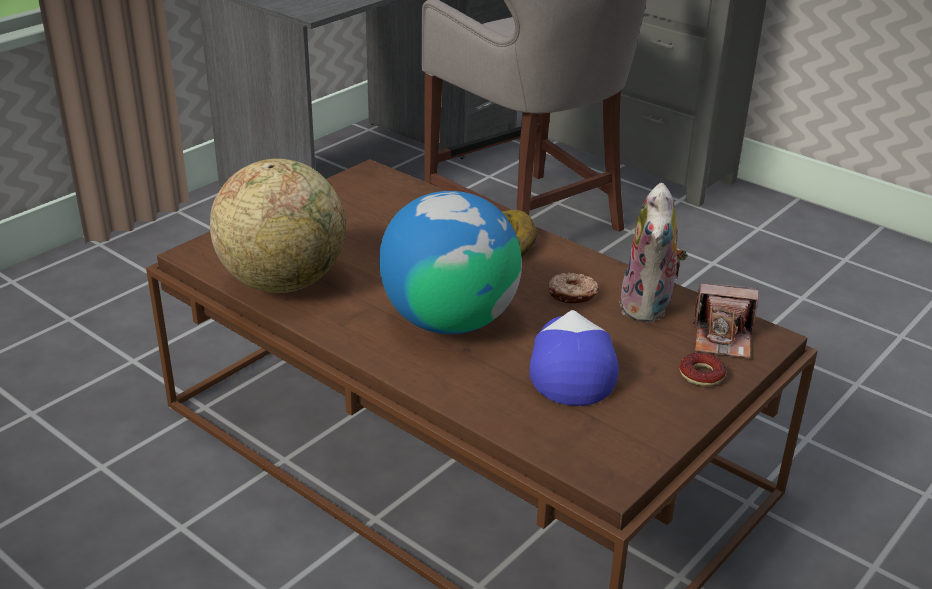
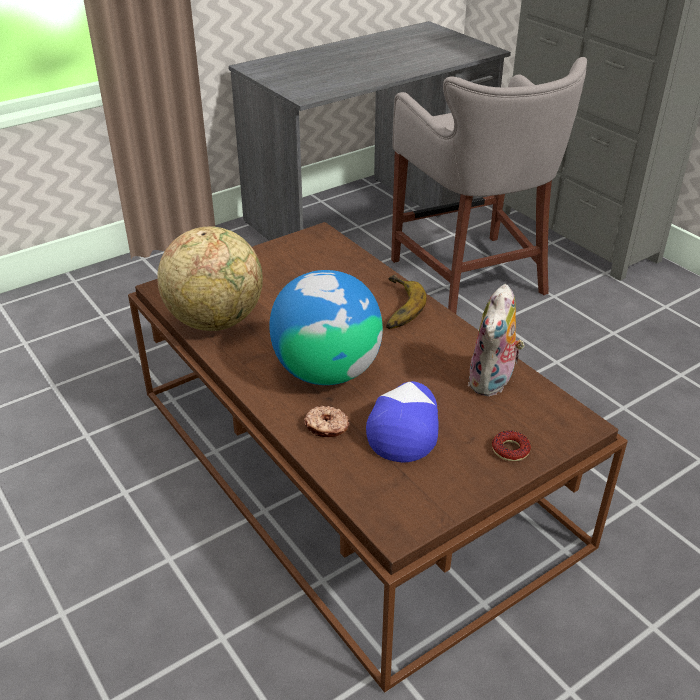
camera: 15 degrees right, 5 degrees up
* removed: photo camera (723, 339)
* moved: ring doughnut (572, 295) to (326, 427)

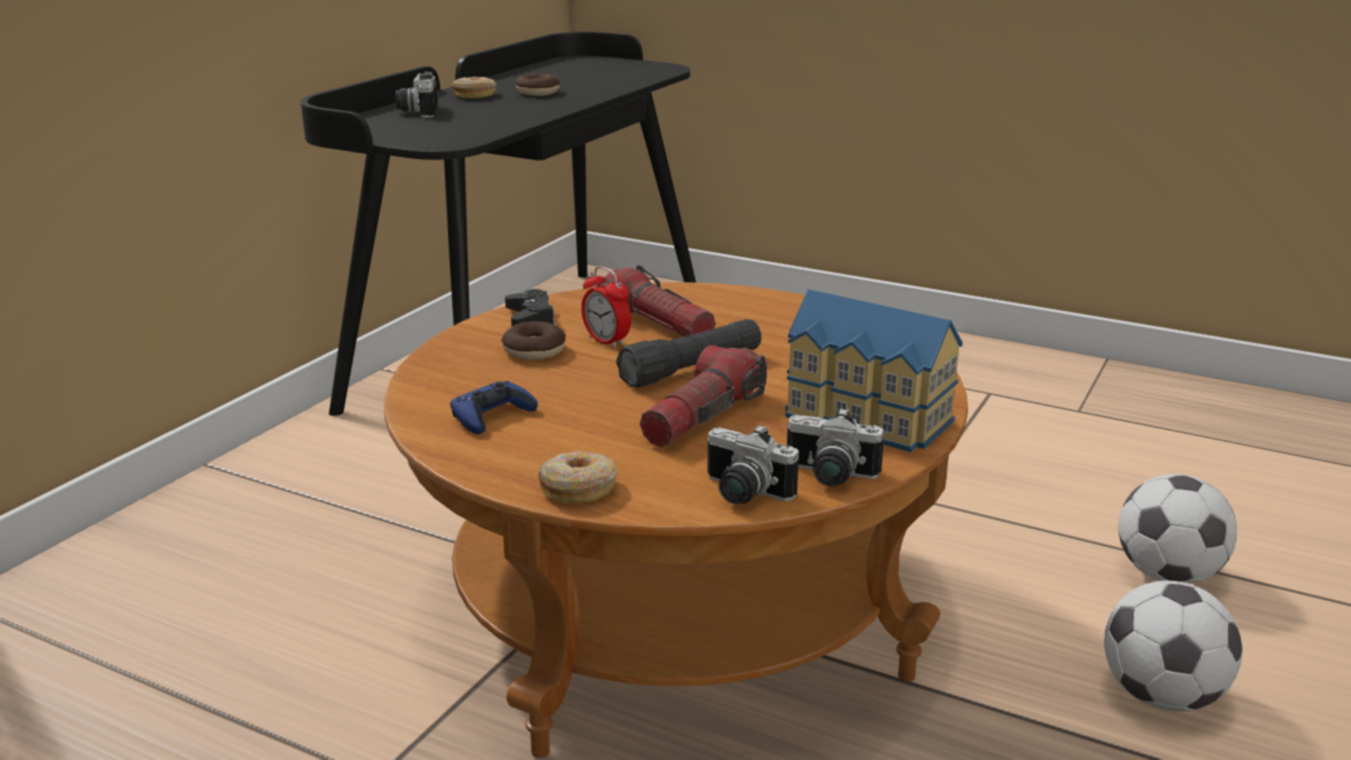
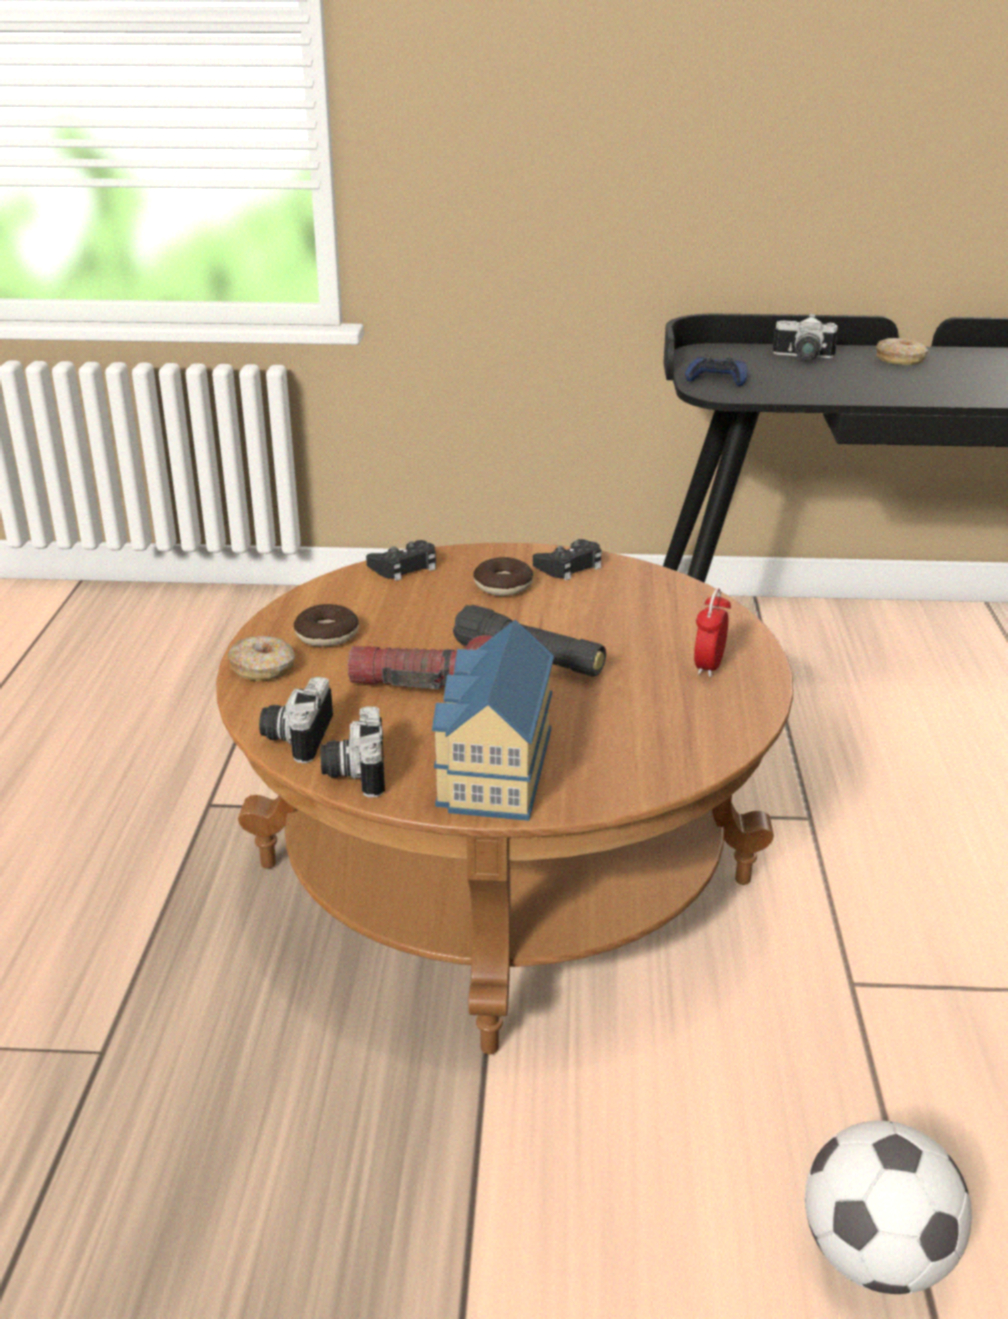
camera: 65 degrees right, 5 degrees up
* removed: hand torch (656, 324)
* removed: football (1161, 697)
* added: game controller/black-coloured (405, 567)
* moved: game controller/blue-coloured (492, 416) to (717, 379)
* moved: ring doughnut (538, 92) to (327, 635)
* moved: table clock (606, 341) to (709, 666)
* turned: photo camera (417, 111) = (802, 358) 135 degrees counterclockwise

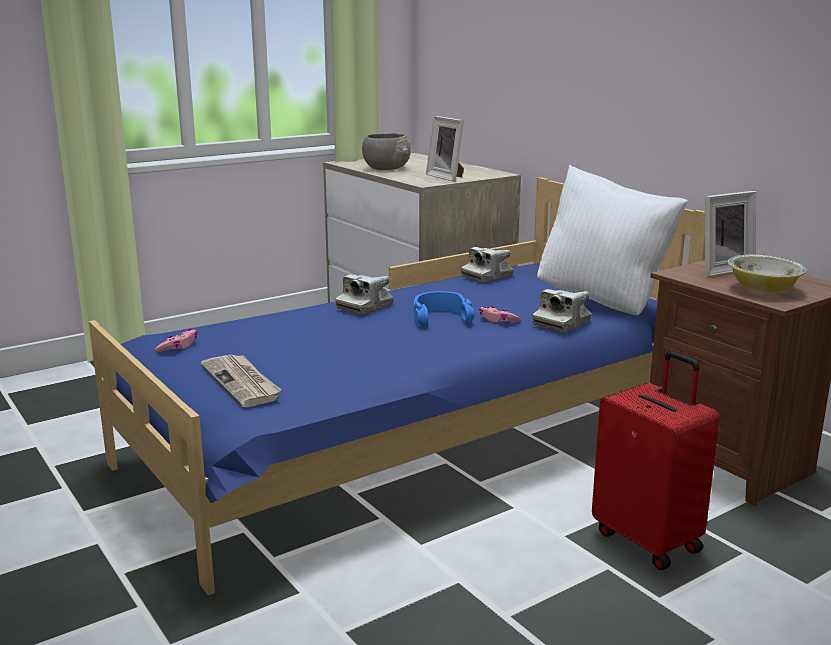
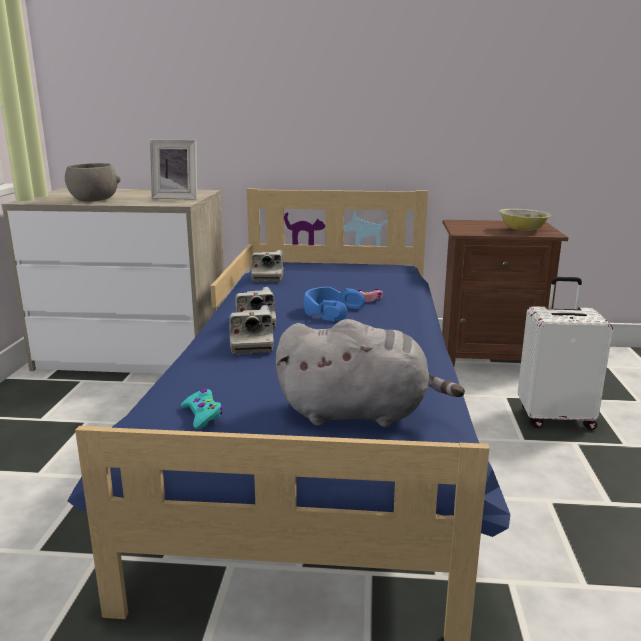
camera: 50 degrees left, 0 degrees up
* removed: pillow/whitish (603, 302)
* removed: photo frame (721, 269)
* moved: photo camera (562, 323) to (251, 345)
* replaced: printed paper (242, 383) to soft toy/grey (359, 413)
* recoloured: game controller/pinkish (178, 346) to game controller/blue-green (202, 415)
* recoloured: piece of luggage/red-coloured (648, 540) to piece of luggage/whitish (555, 417)

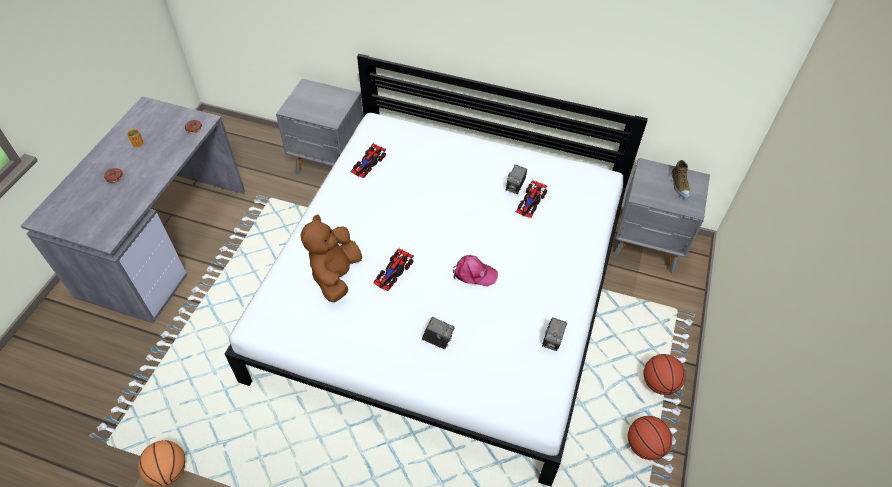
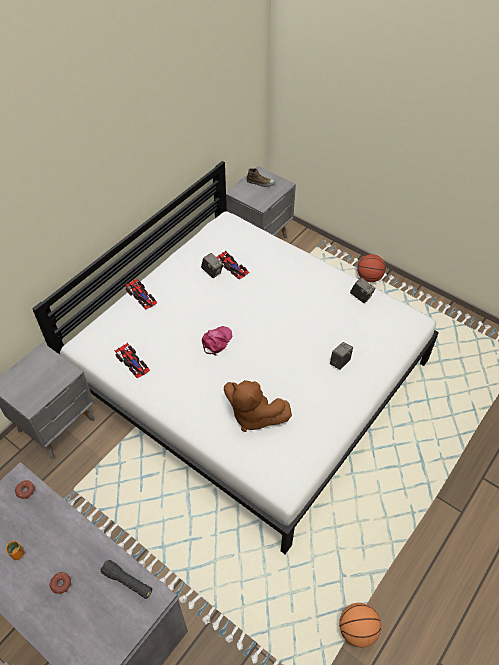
camera: 70 degrees left, 0 degrees up
* removed: basketball (644, 446)
* added: hand torch/black-coloured (127, 582)
* moved: model car (393, 272) to (141, 296)
* moved: baseball cap/pinkish (474, 274) to (216, 341)

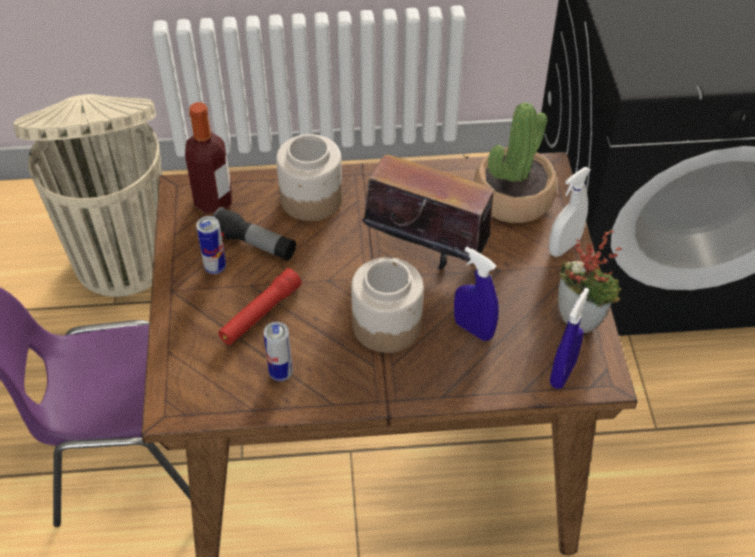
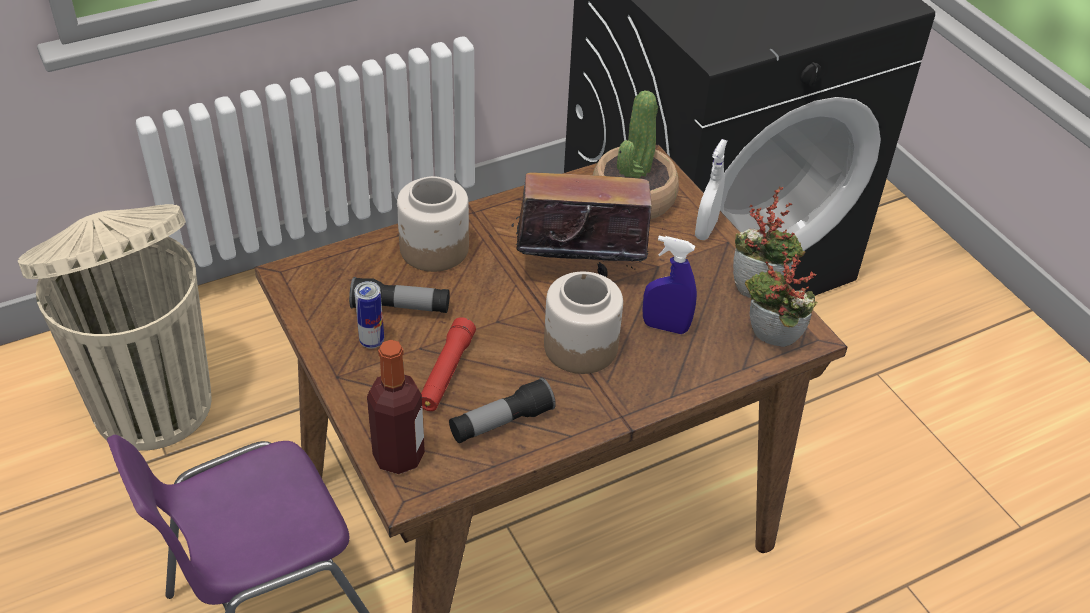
camera: 25 degrees left, 5 degrees down
* moved: beverage bottle (213, 201) to (399, 456)
* replaced: can (281, 373) to hand torch (501, 423)
* replaced: hand sprayer/blue-coloured (562, 373) to potted plant (769, 342)

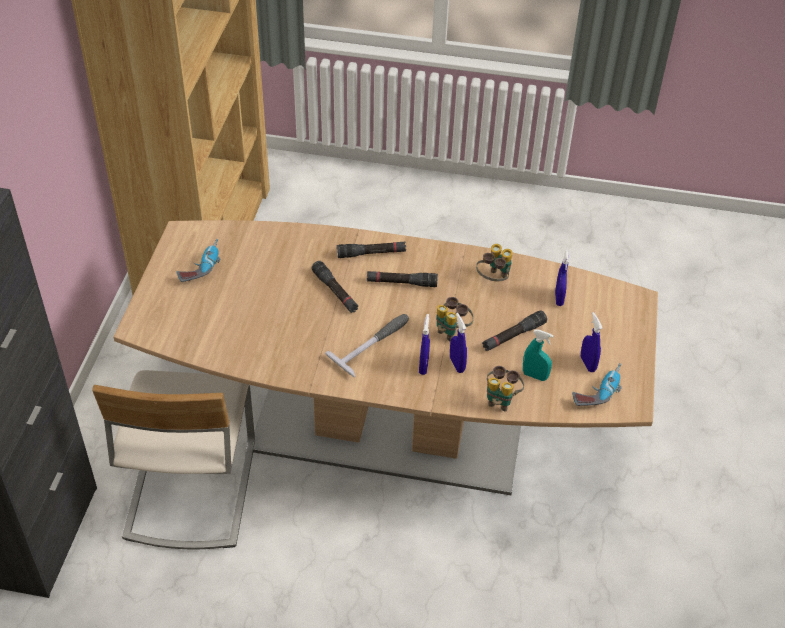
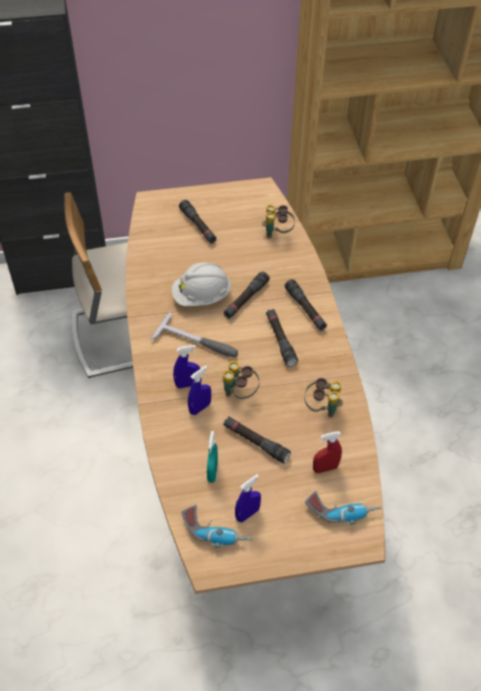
camera: 70 degrees right, 5 degrees up
* added: safety helmet/whitish (201, 296)
* added: hand torch/black-coloured (198, 226)
* moved: electric drill (201, 266) to (342, 510)
* moved: pair of binoculars (501, 399) to (277, 233)
* recoloured: hand sprayer/blue-coloured (559, 298) to hand sprayer/red-coloured (325, 468)

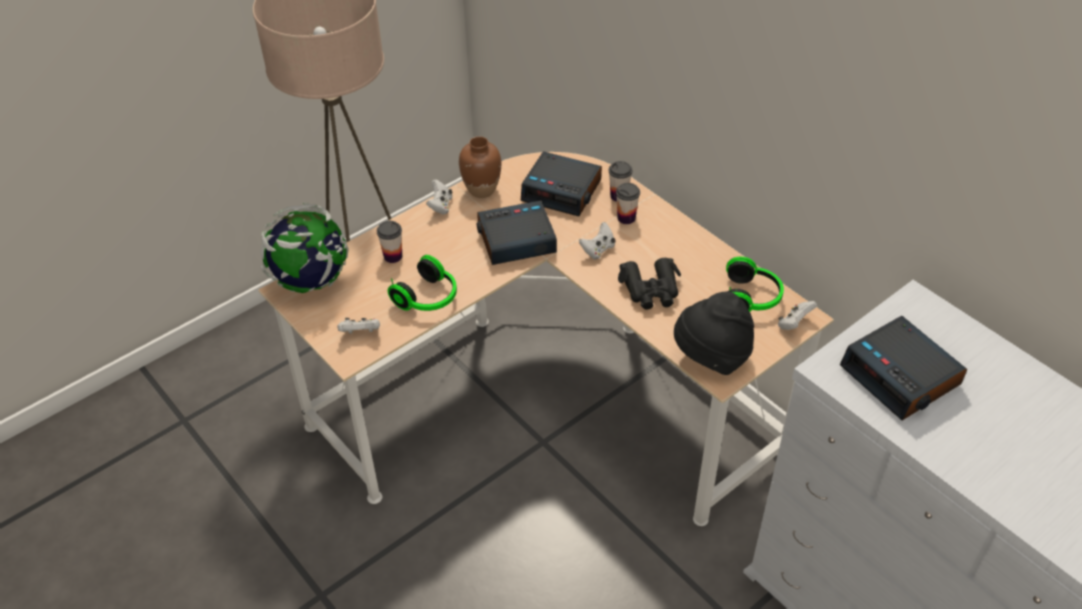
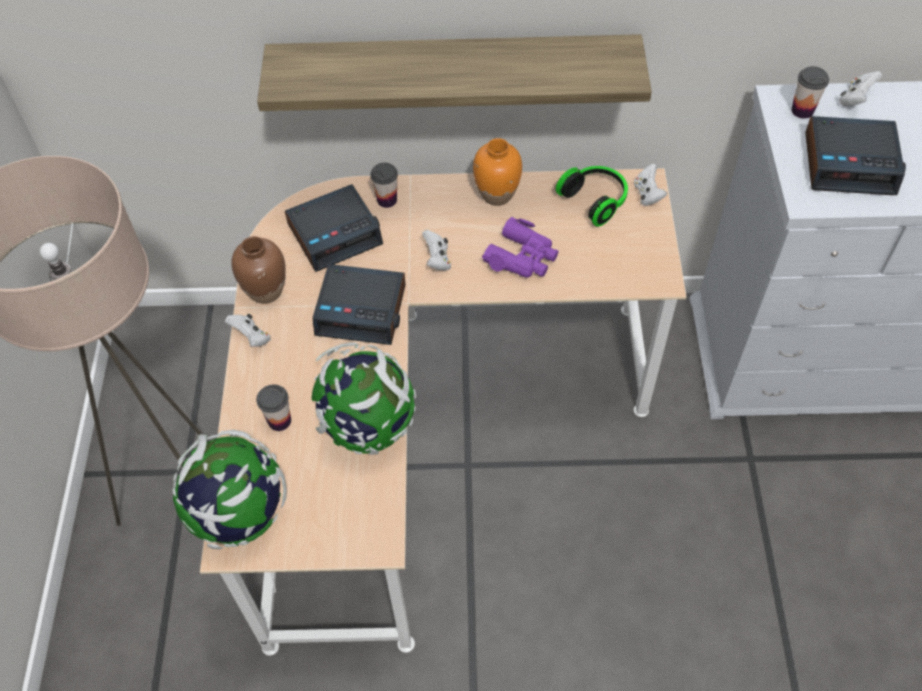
camera: 50 degrees left, 10 degrees up
* removed: clothing hat/black-coloured (711, 357)
* added: shelf (454, 70)
* added: vase/orange-coloured (497, 195)
* moved: game controller/whitish (361, 333) to (855, 99)
* moved: small cup (626, 218) to (802, 110)
* replaced: headset (428, 298) to globe (367, 427)
* recoloured: pair of binoculars/black-coloured (651, 290) to pair of binoculars/purple-coloured (522, 257)
* turned: table clock (516, 240) = (362, 310) 105 degrees counterclockwise

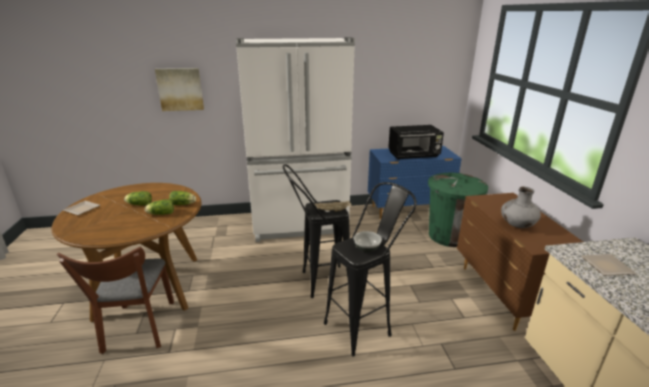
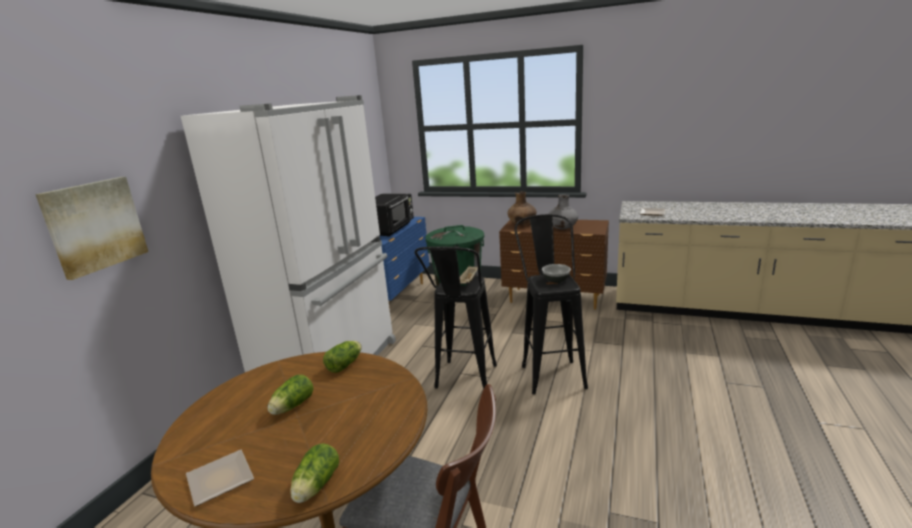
camera: 60 degrees left, 5 degrees down
* added: vase/brown-coloured (522, 224)
* moved: lettuce (160, 214) to (315, 487)

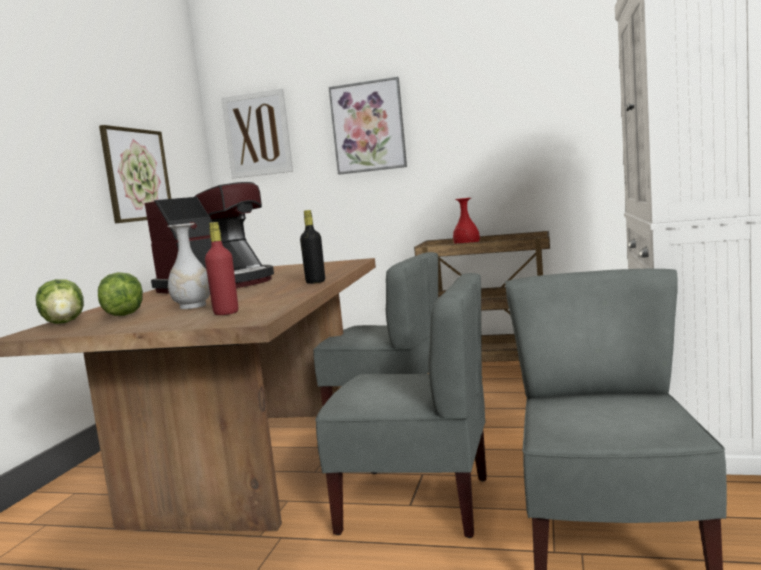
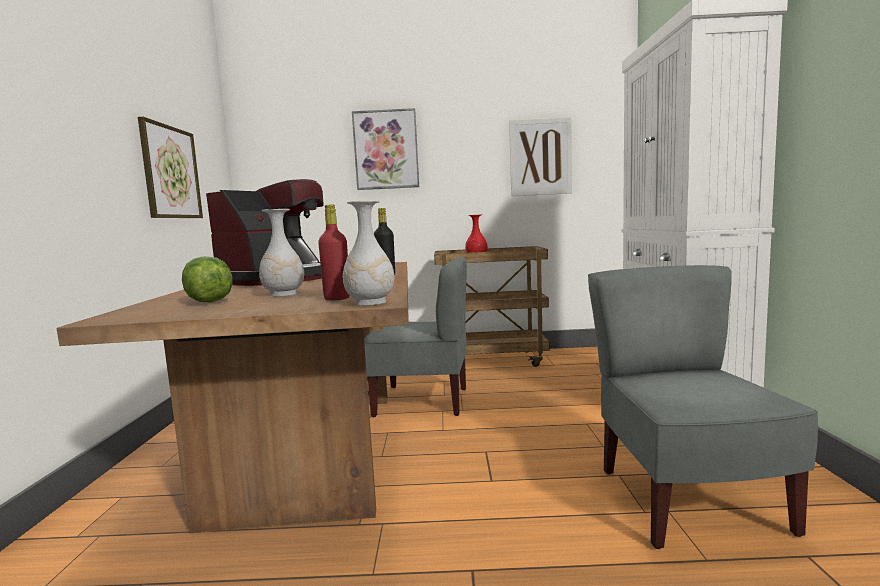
camera: 15 degrees left, 0 degrees up
* removed: lettuce (65, 323)
* removed: plain chair/grey (417, 503)
* added: vase/whitish (369, 302)
* moved: wall picture (257, 134) to (540, 157)

